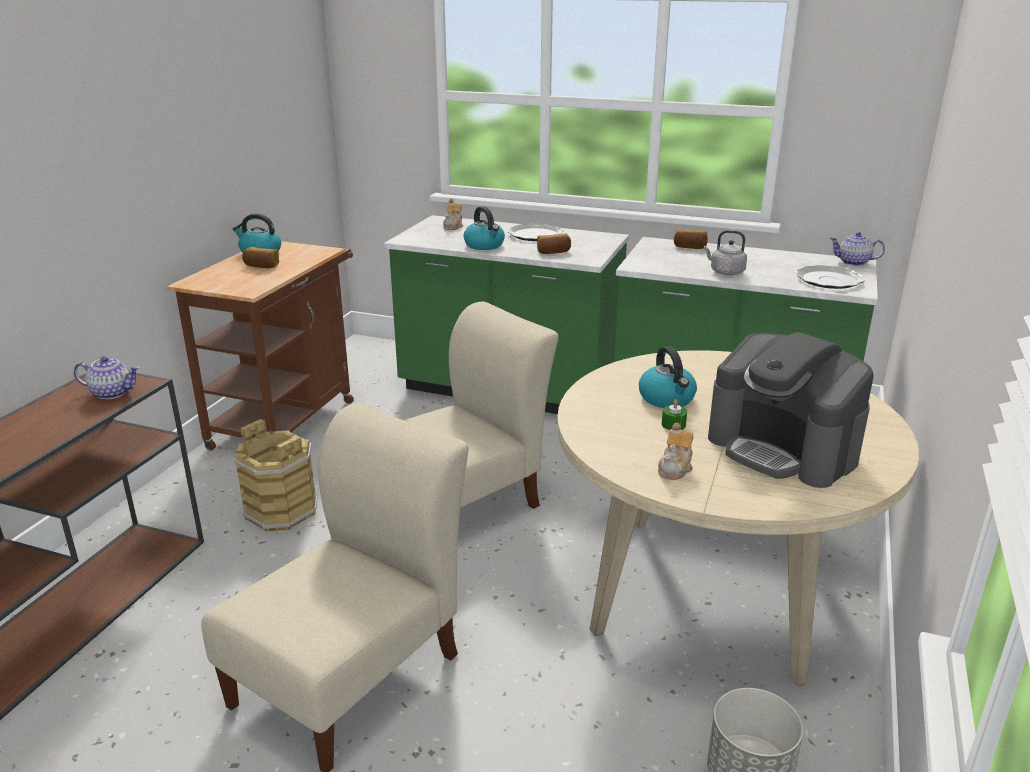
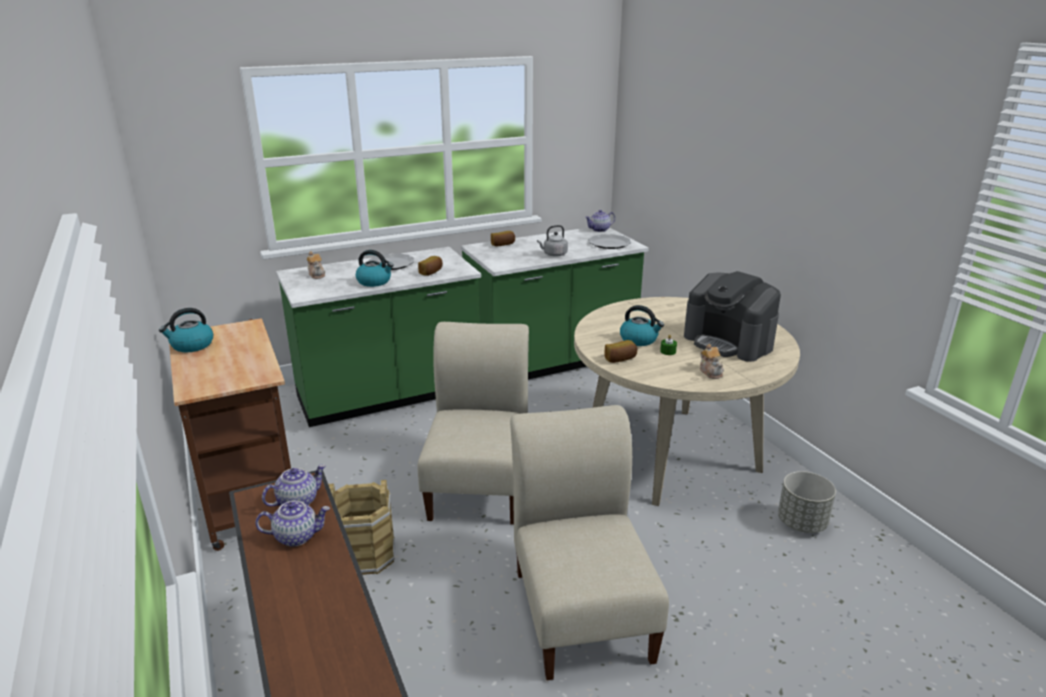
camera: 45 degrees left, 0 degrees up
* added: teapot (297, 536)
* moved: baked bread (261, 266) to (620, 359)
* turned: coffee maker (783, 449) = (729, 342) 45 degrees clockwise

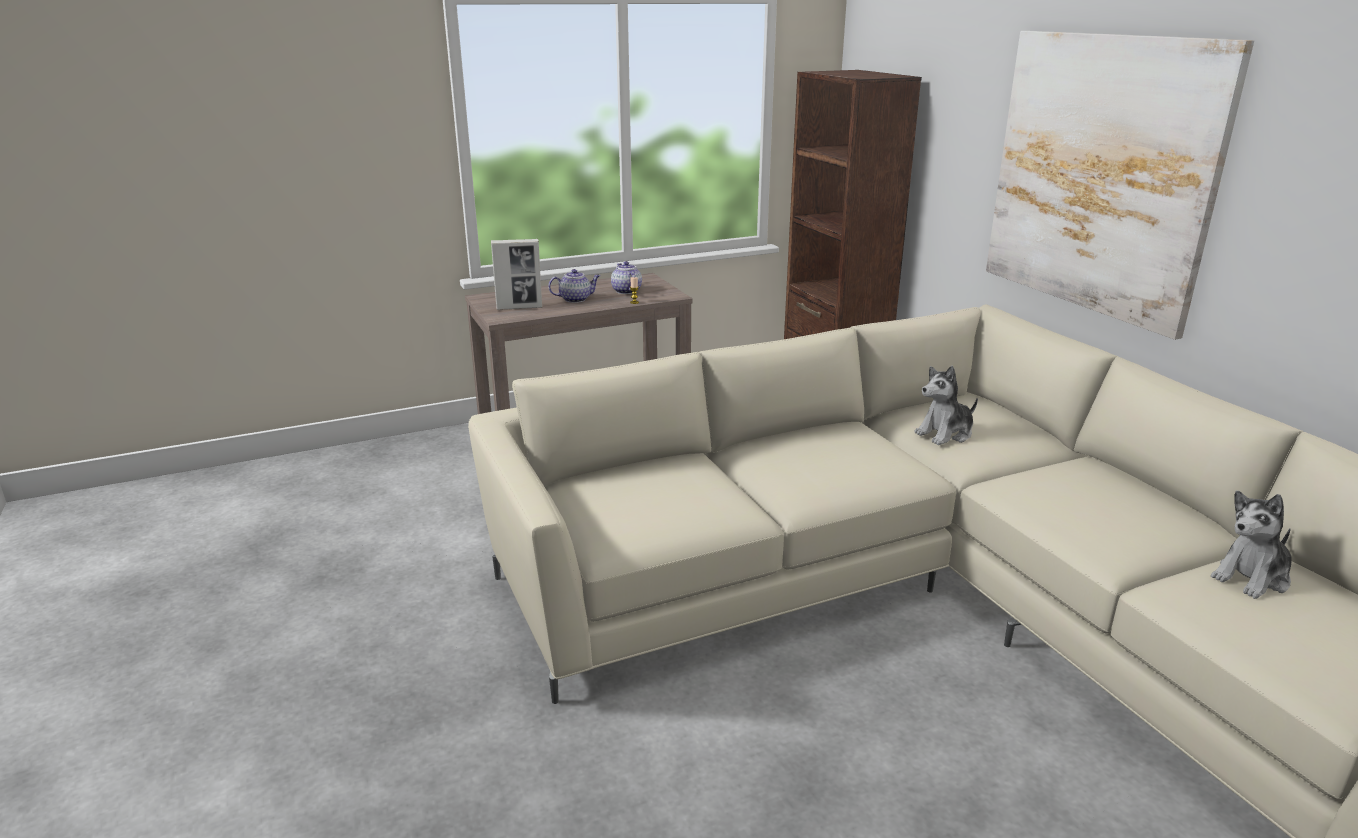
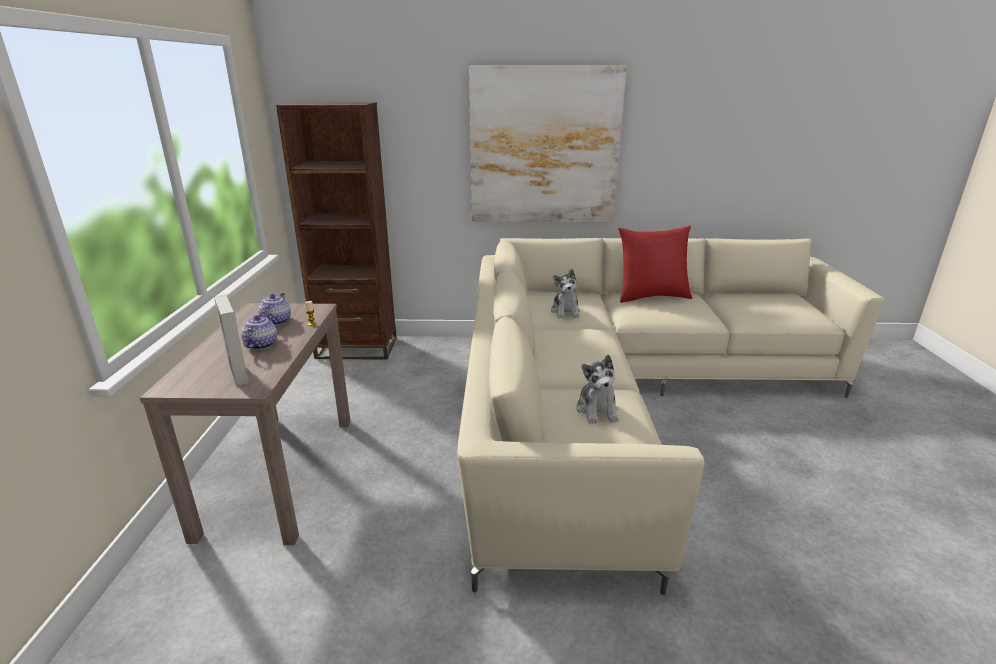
camera: 65 degrees left, 0 degrees up
* added: pillow/red-coloured (651, 296)
* moved: soft toy (1252, 578) to (597, 410)
* turned: photo frame (519, 308) = (239, 374) 135 degrees clockwise
* turned: teapot (626, 291) = (276, 321) 90 degrees clockwise

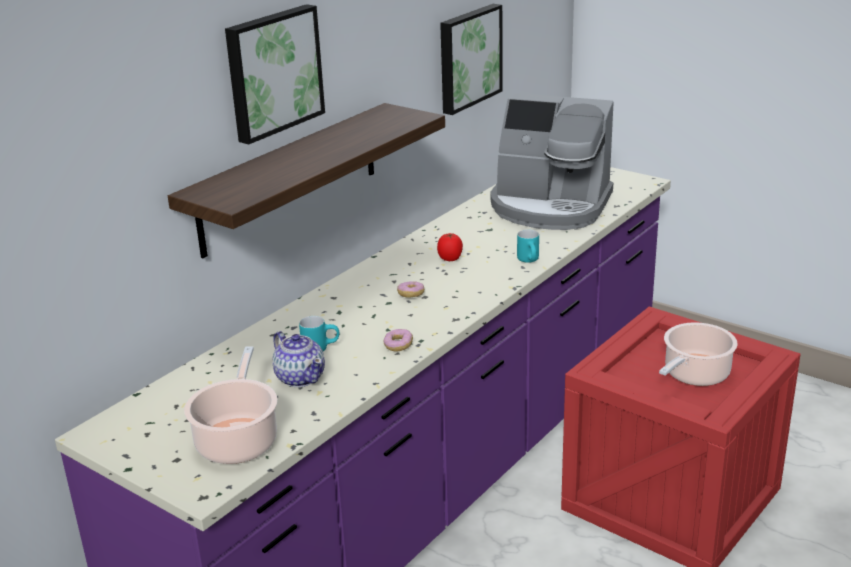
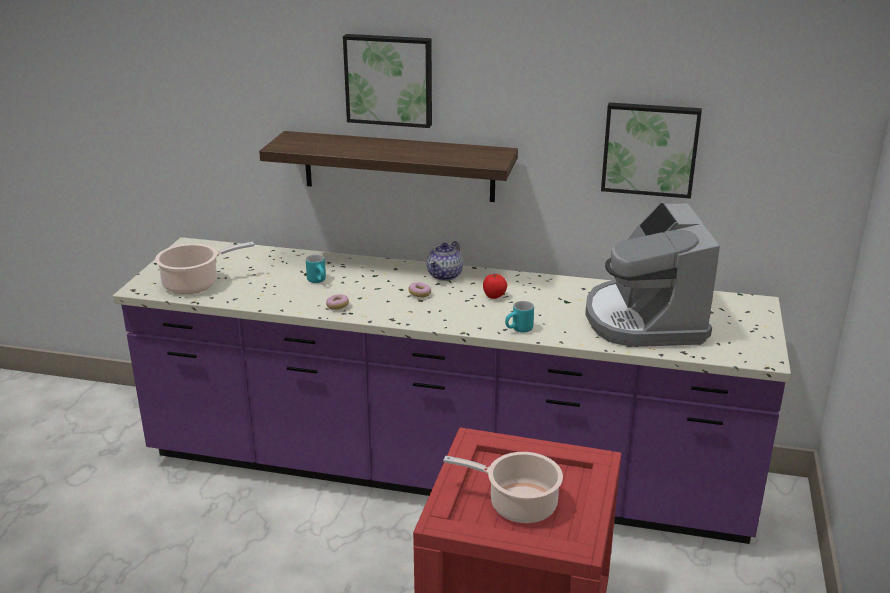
camera: 65 degrees right, 0 degrees up
* moved: teapot (300, 377) to (445, 275)

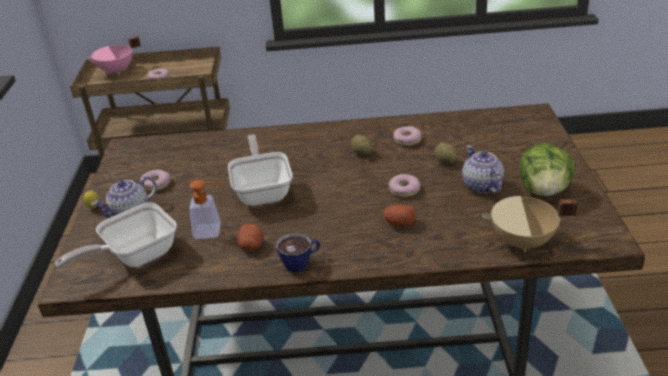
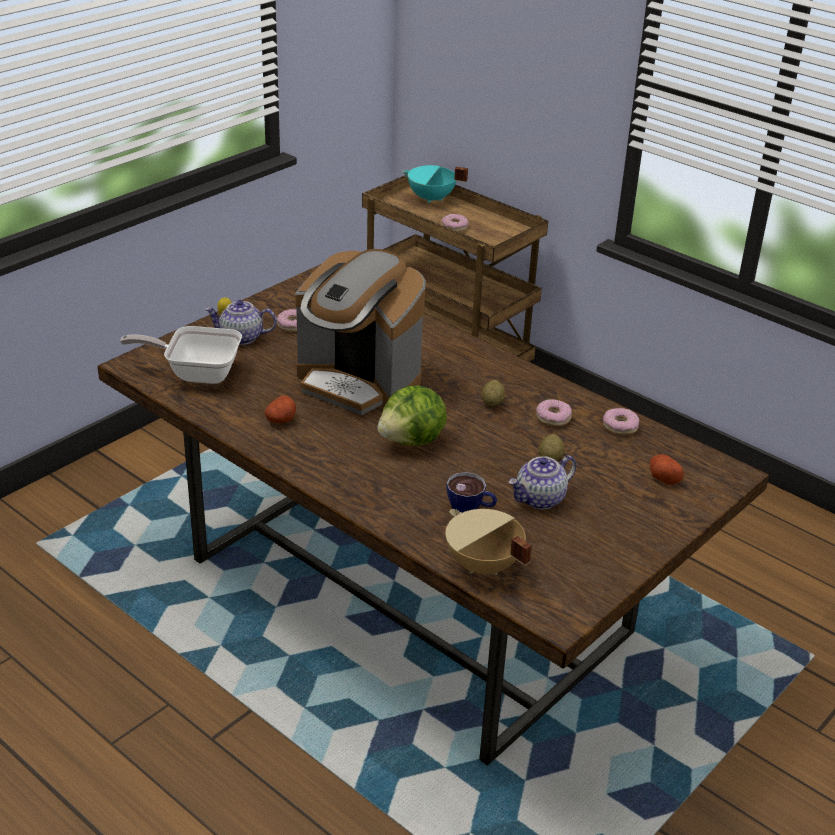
camera: 40 degrees right, 0 degrees up
* removed: liquid soap bottle (213, 231)
* moved: small cup (301, 262) to (471, 509)
* moved: spud (399, 223) to (663, 478)
* moved: ring doughnut (404, 190) to (620, 426)
* moved: lettuce (544, 191) to (412, 441)
* replaced: frying pan (263, 191) to coffee maker (358, 383)
* recoloured: saucepot/pinkish (117, 71) to saucepot/blue-green (431, 199)
* turned: teapot (481, 185) = (540, 499) 150 degrees counterclockwise

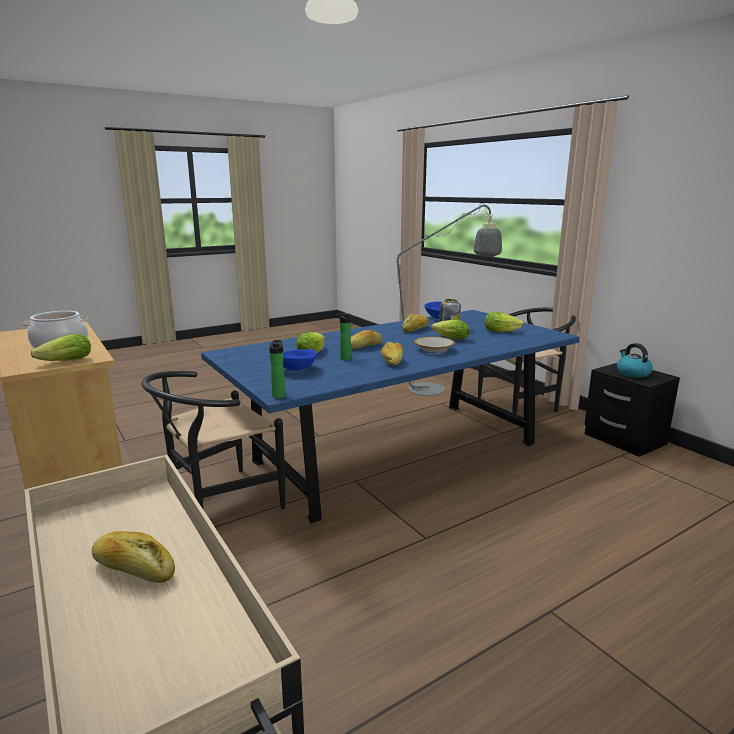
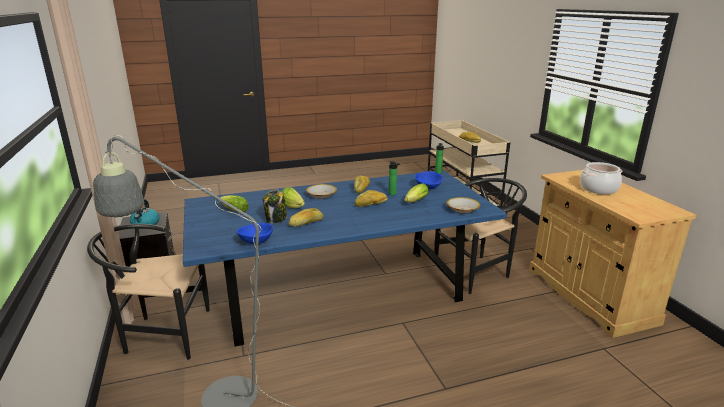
camera: 165 degrees left, 5 degrees up
* removed: lettuce (63, 362)
* added: bowl (462, 209)

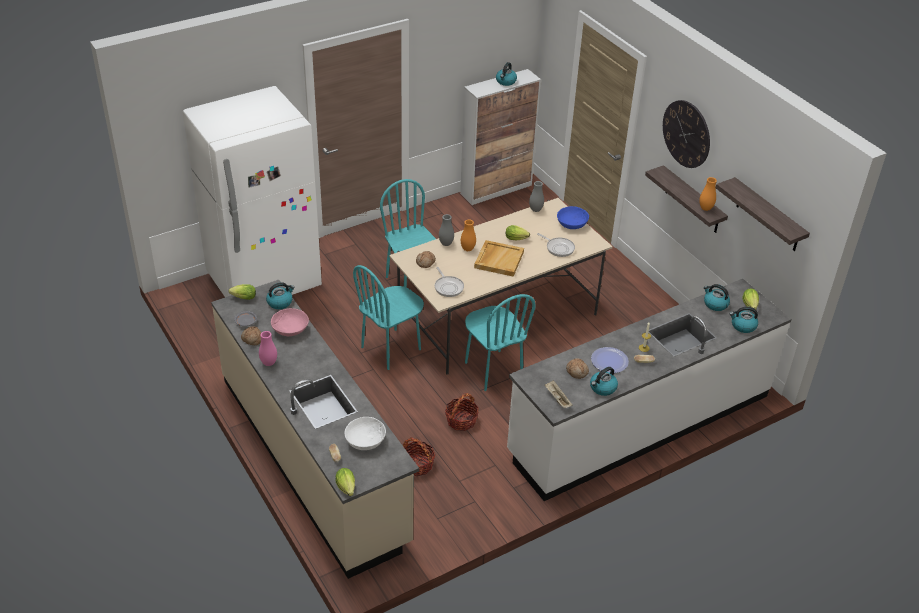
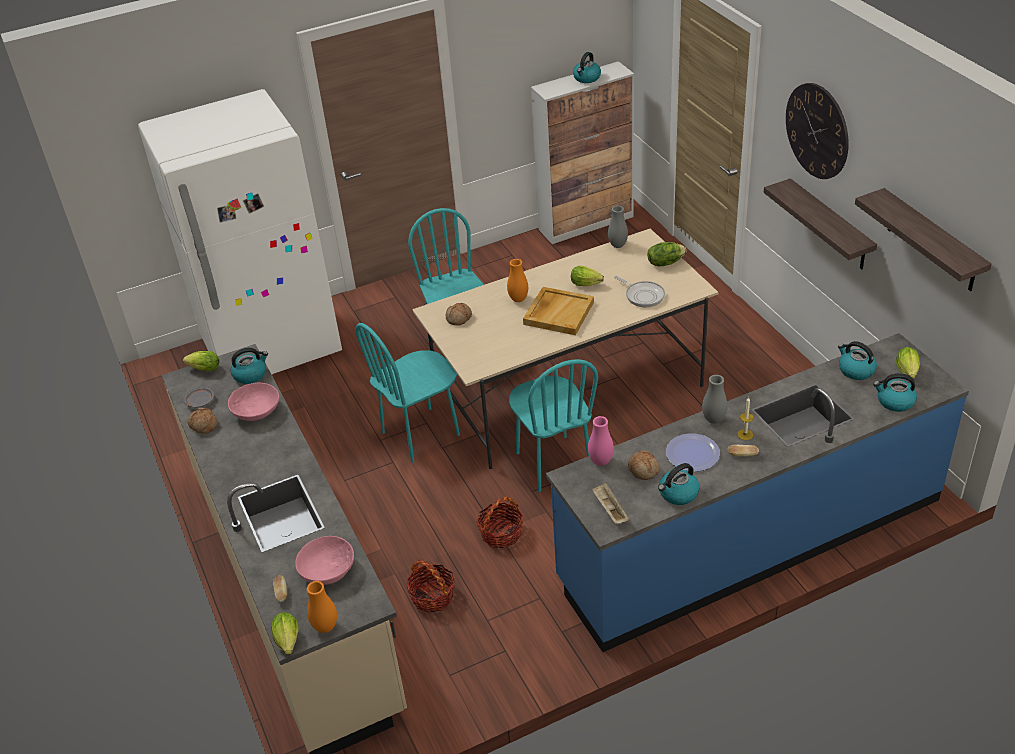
camera: 10 degrees right, 0 degrees up
* removed: frying pan (448, 287)
* moved: vase/pinkish (269, 363) to (601, 461)
* moved: vase/grey (446, 244) to (713, 419)
* moved: vase/orange-coloured (705, 208) to (325, 627)
* replaced: bowl/blue-coloured (572, 224) to lettuce (665, 262)
* recoloured: bowl/whitish (365, 440) to bowl/pinkish (327, 570)
* recoloured: counter/whitish (639, 424) to counter/blue-coloured (750, 539)

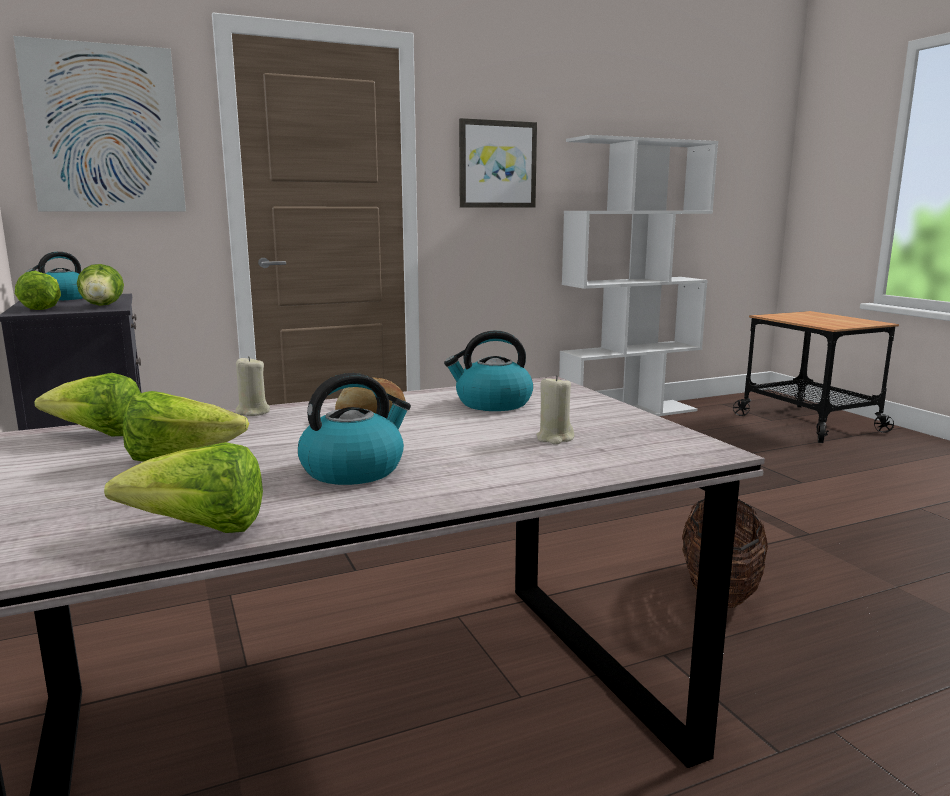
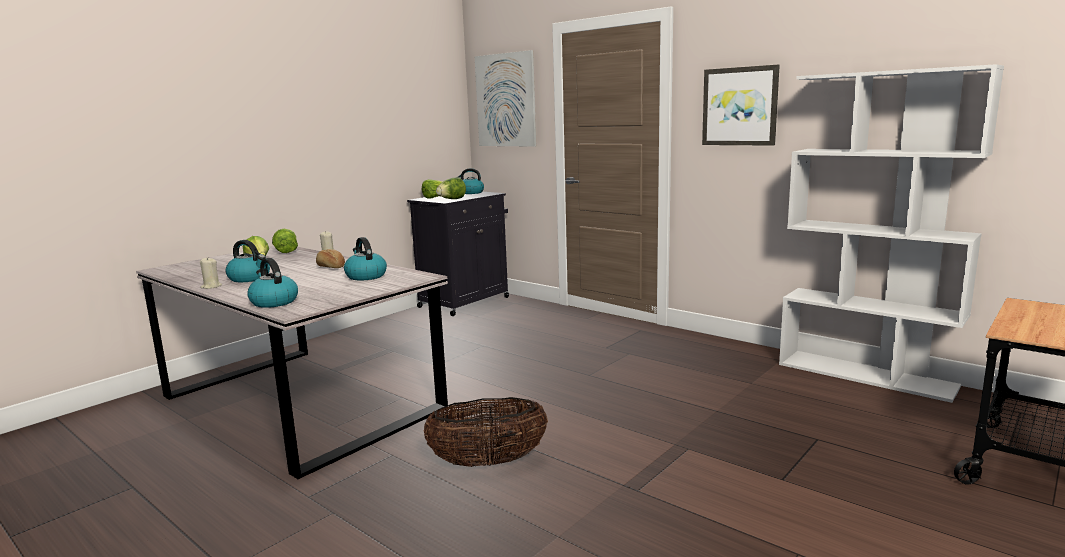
camera: 65 degrees right, 0 degrees up
* removed: lettuce (201, 530)
* added: water kettle (273, 302)
* moved: wax candle/beige-coloured (554, 438) to (211, 287)

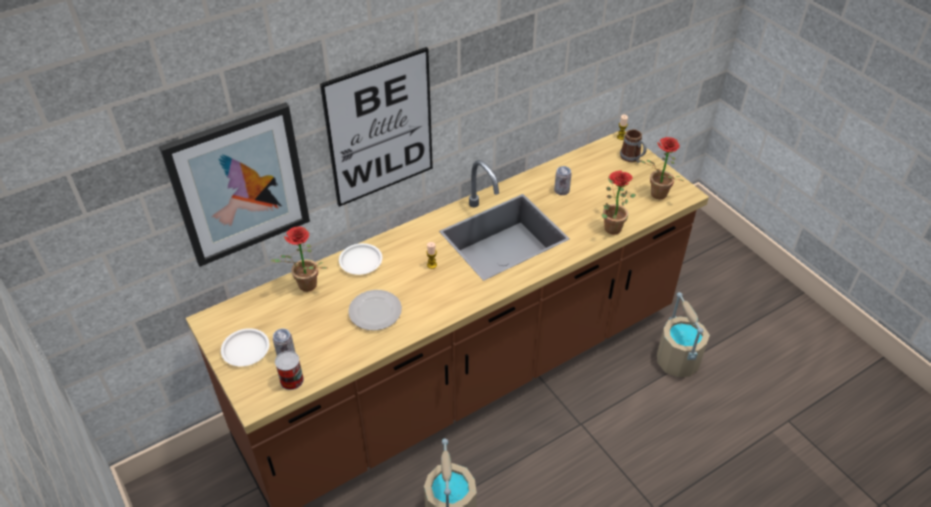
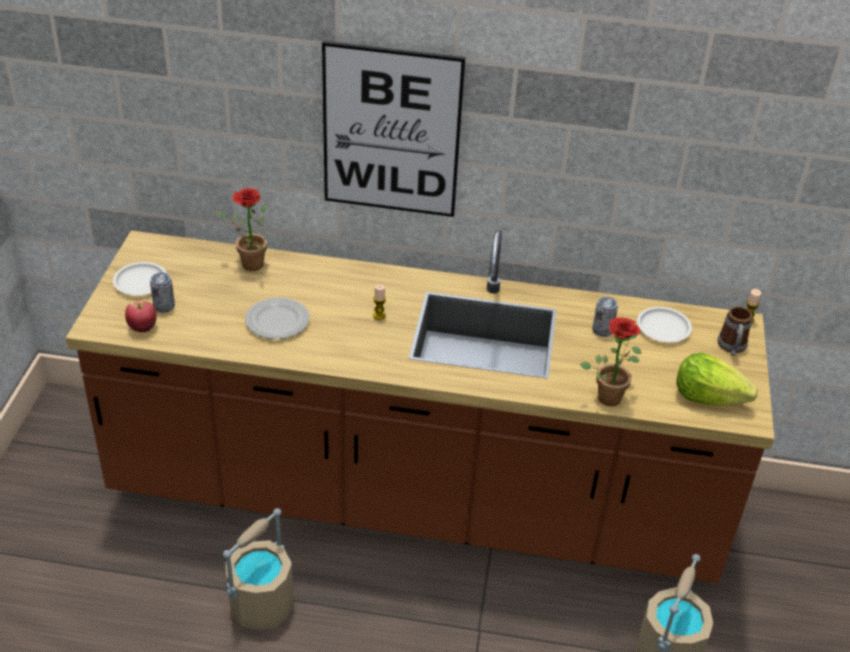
camera: 40 degrees right, 5 degrees down
* removed: wall picture (239, 185)
* moved: dinner plate/whitish (360, 261) to (663, 328)
* replaced: can (291, 380) to apple fruit (143, 328)
* replaced: potted plant (655, 195) to lettuce (707, 397)

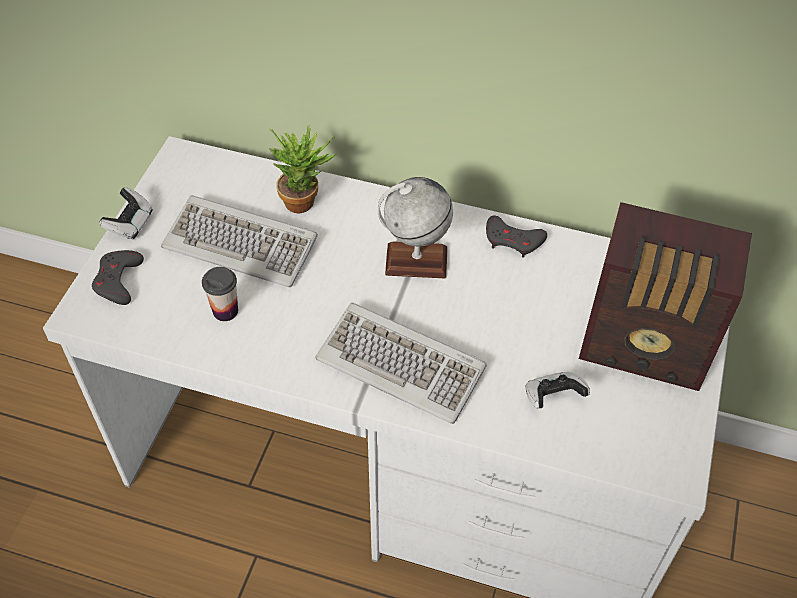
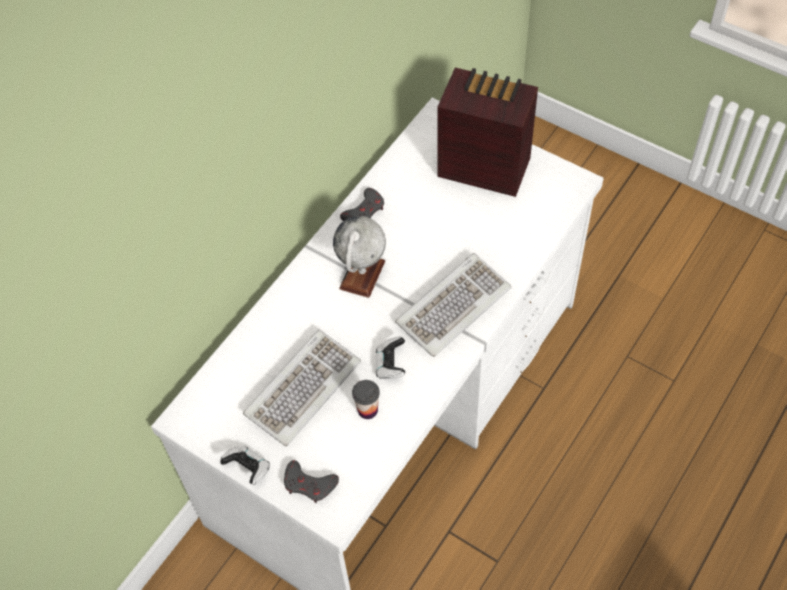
camera: 70 degrees left, 5 degrees up
* removed: potted plant (305, 201)
* moved: game controller (553, 397) to (390, 364)
* turned: radio set (646, 349) = (482, 166) 105 degrees counterclockwise

